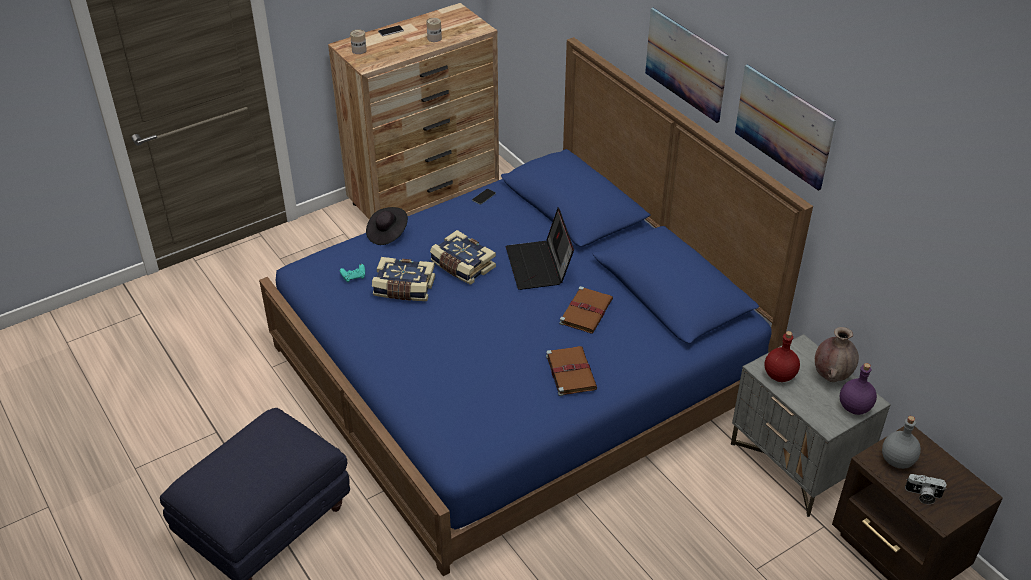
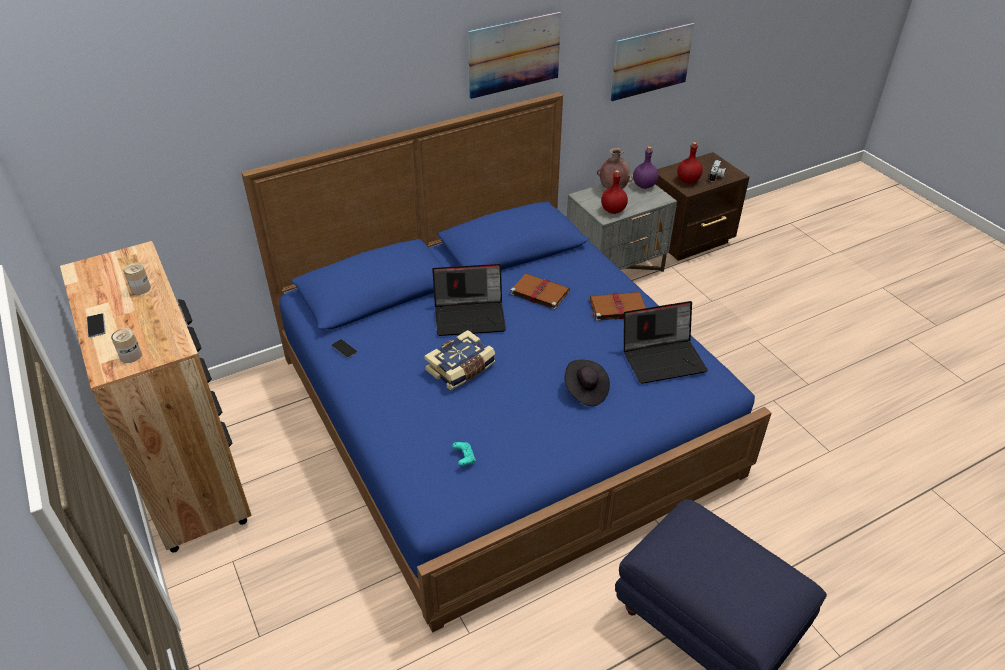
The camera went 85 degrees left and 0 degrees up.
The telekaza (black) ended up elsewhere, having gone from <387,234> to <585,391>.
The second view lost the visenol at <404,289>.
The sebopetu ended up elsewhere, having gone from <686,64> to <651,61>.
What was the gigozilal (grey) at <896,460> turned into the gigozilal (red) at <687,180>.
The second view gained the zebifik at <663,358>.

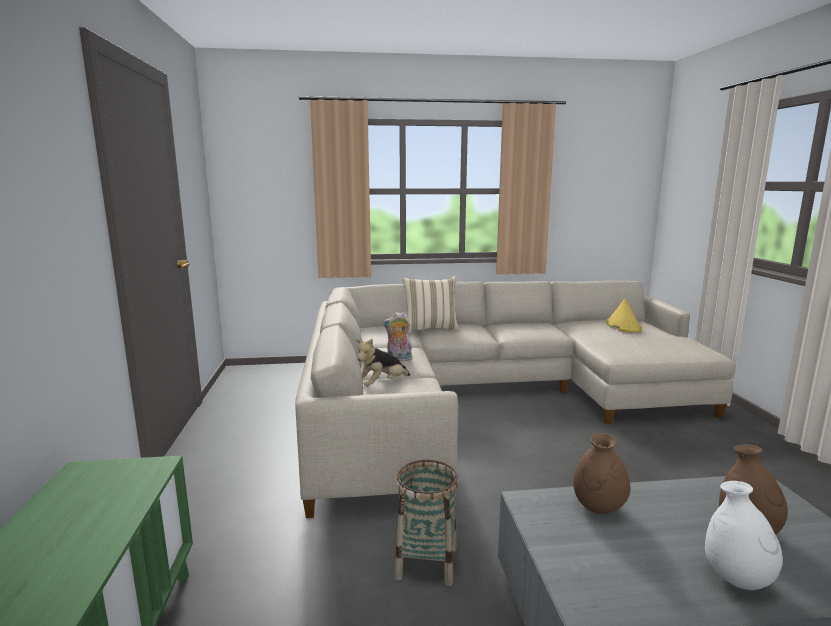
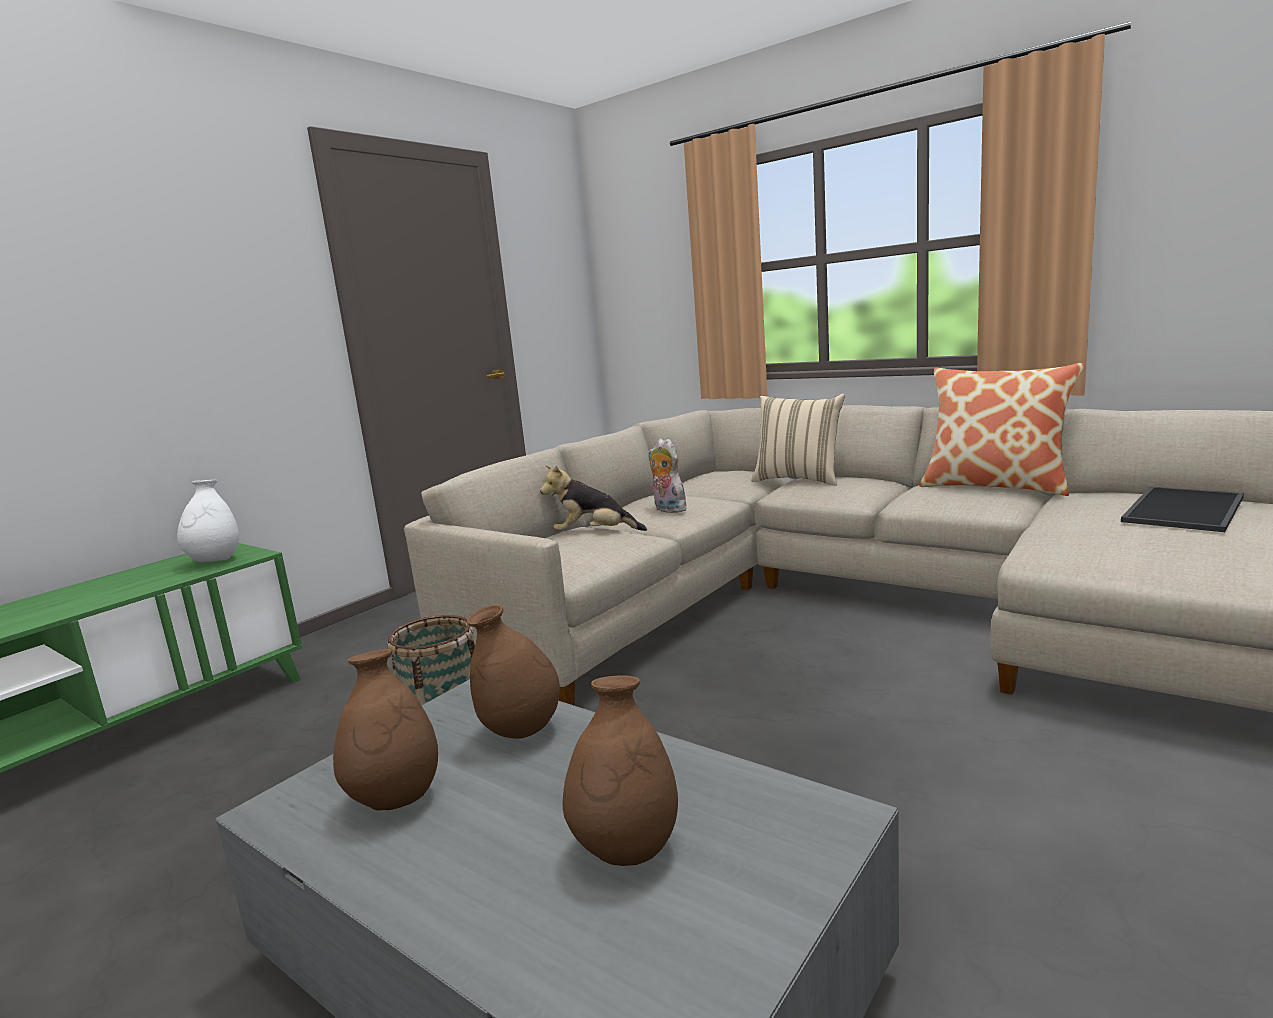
The camera went 45 degrees right and 0 degrees up.
Where the telekaza (yellow) stood at <622,326>, the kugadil came to stand at <1181,509>.
The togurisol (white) ended up elsewhere, having gone from <737,580> to <215,561>.
The second view gained the togurisol (brown) at <395,799>.
The second view gained the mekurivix at <995,486>.

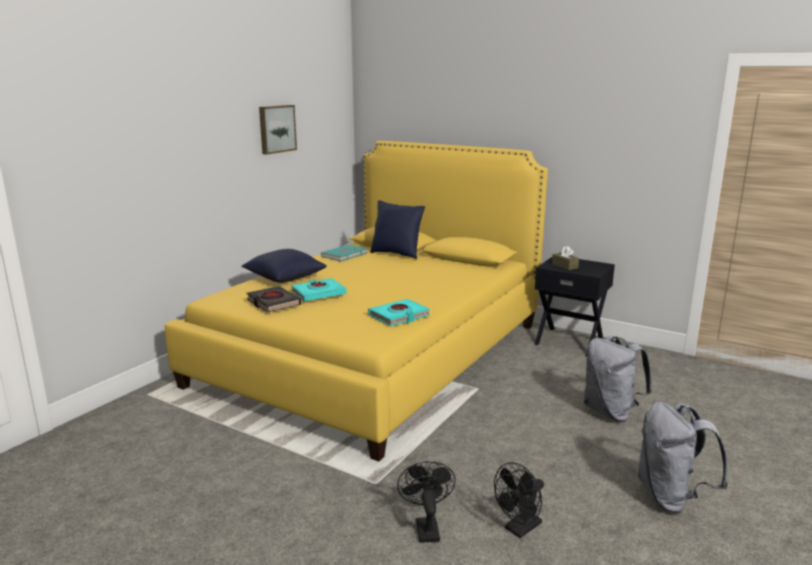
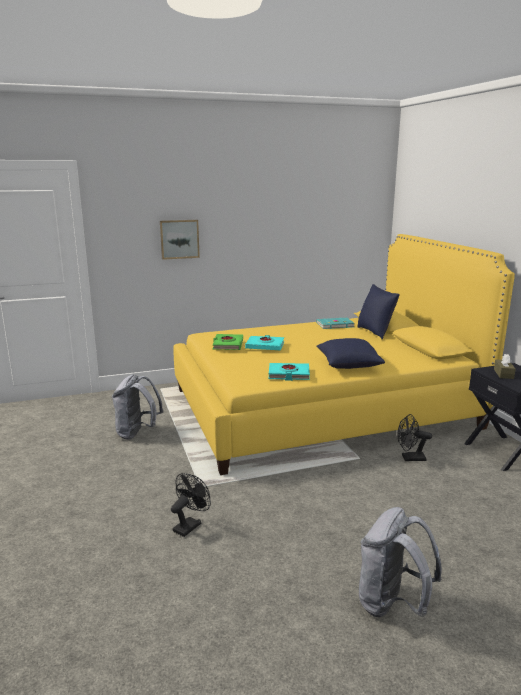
The camera went 40 degrees right and 0 degrees up.
The mekurivix (blue) ended up elsewhere, having gone from <284,278> to <348,365>.
What was the visenol (black) at <273,303> turned into the visenol (green) at <228,345>.
The sebopetu ended up elsewhere, having gone from <276,129> to <179,239>.
The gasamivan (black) ended up elsewhere, having gone from <519,529> to <410,458>.
The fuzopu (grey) ended up elsewhere, having gone from <611,412> to <137,433>.

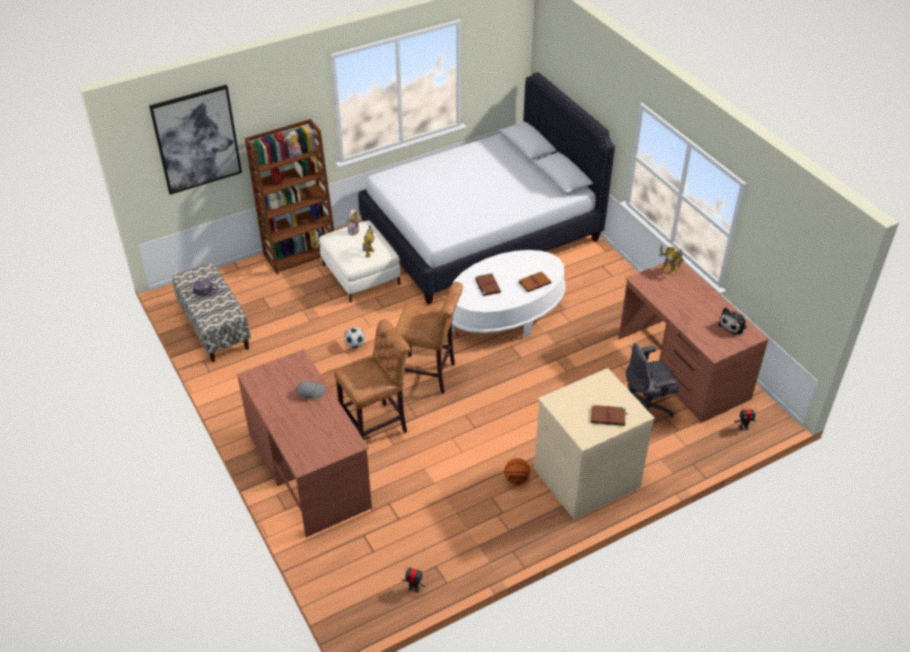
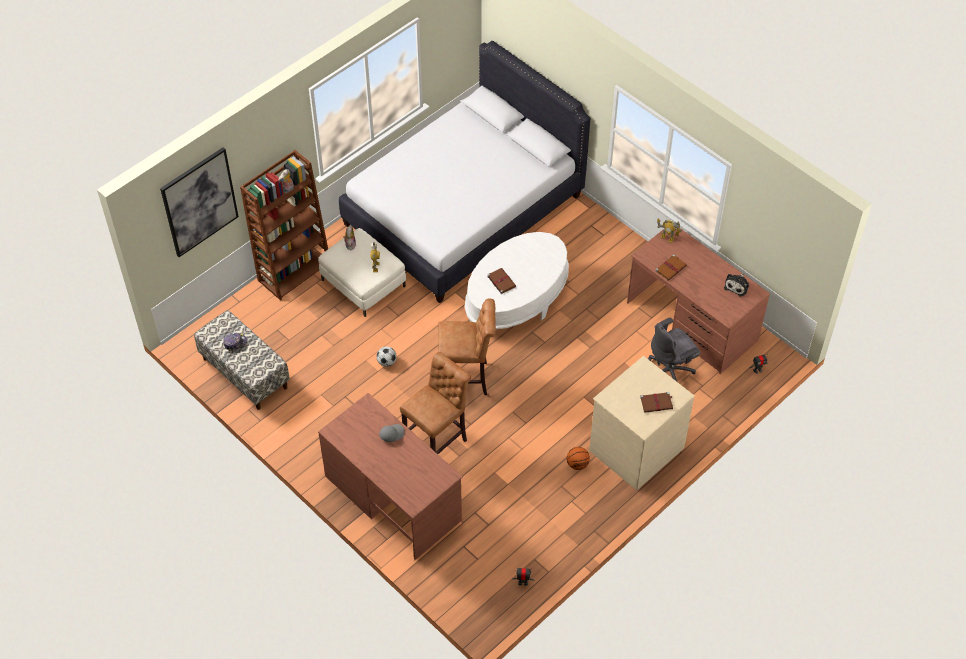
The camera went 15 degrees left and 10 degrees up.
The visenol (brown) ended up elsewhere, having gone from <535,282> to <671,268>.

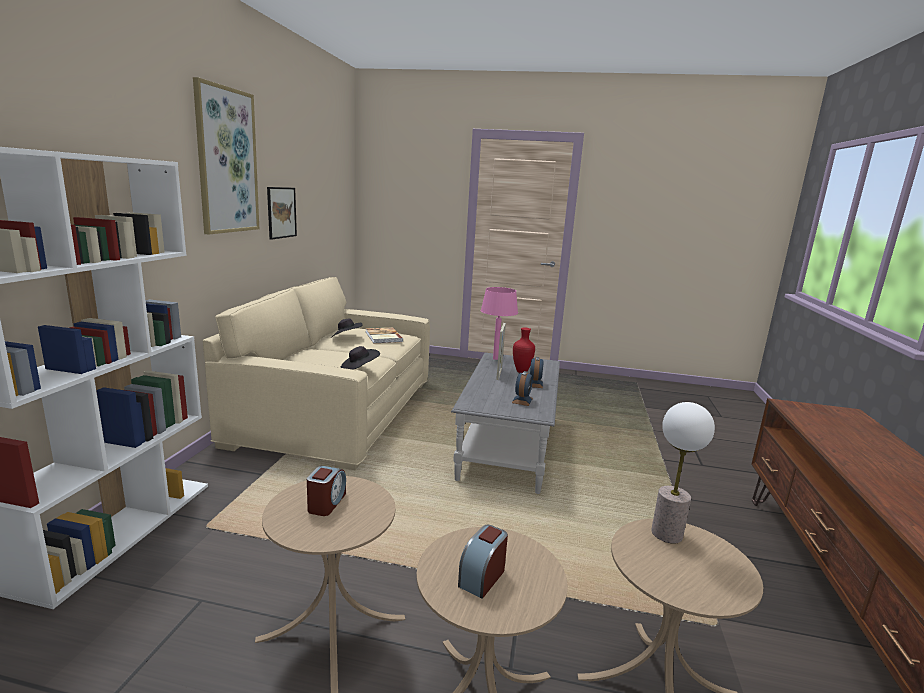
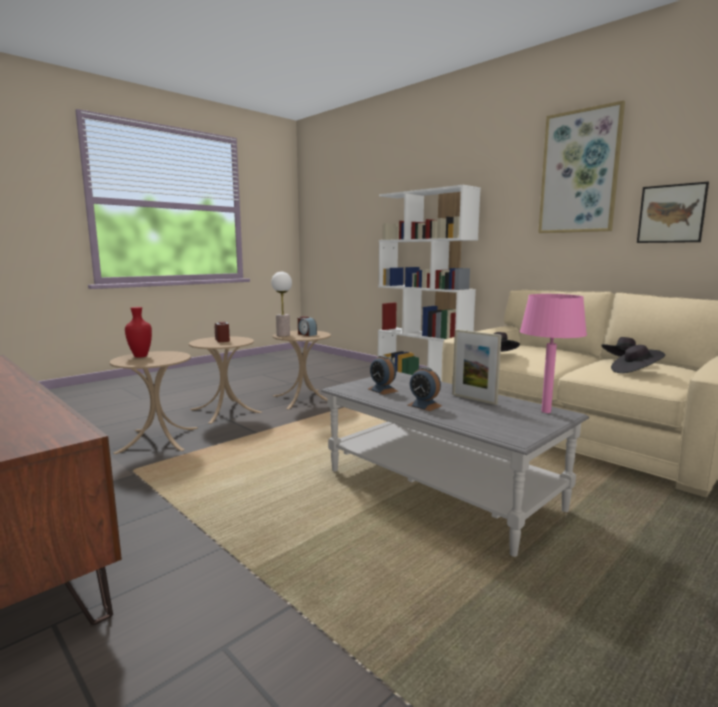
The camera went 125 degrees right and 5 degrees down.
Where the visenol stood at <382,337>, the telekaza (black) came to stand at <635,372>.
The togurisol (red) ended up elsewhere, having gone from <522,372> to <140,356>.
The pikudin ended up elsewhere, having gone from <666,534> to <283,335>.

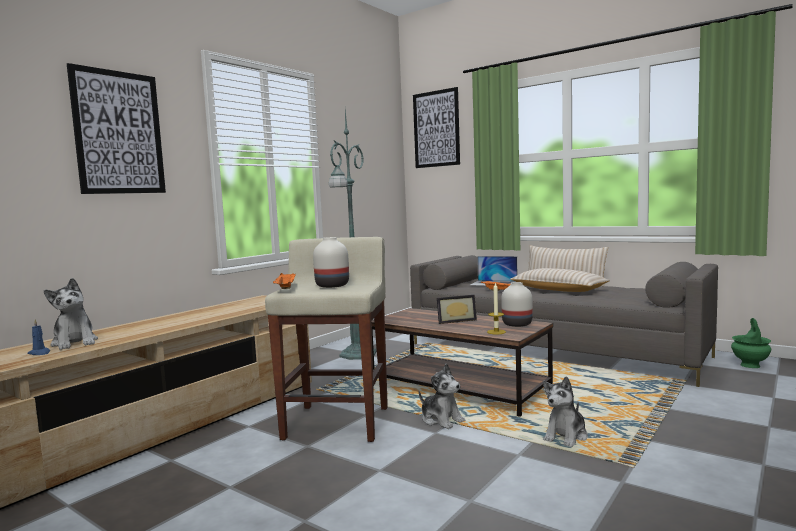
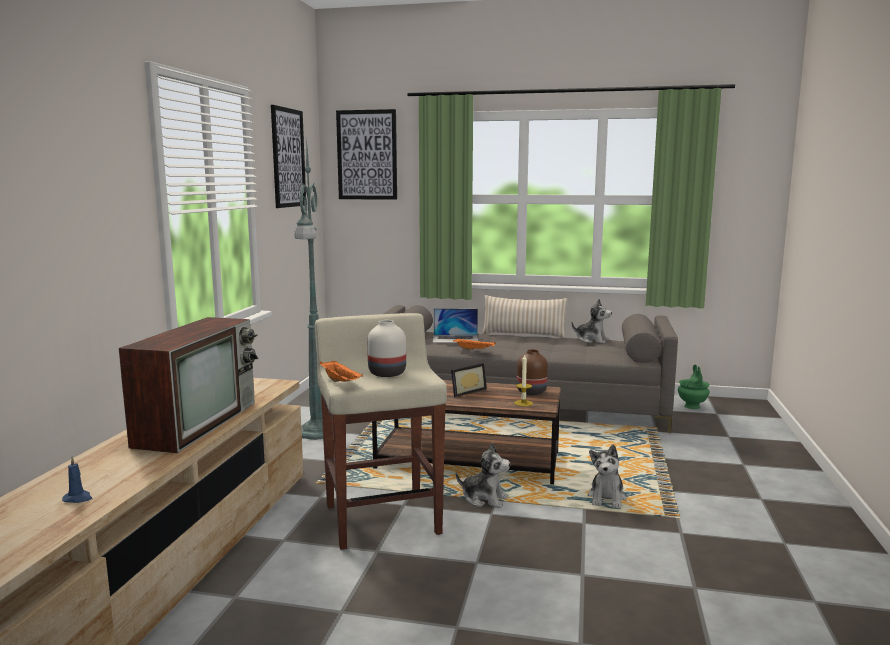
The camera went 25 degrees left and 5 degrees up.
The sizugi ended up elsewhere, having gone from <75,343> to <592,340>.
The sebopetu ended up elsewhere, having gone from <118,133> to <288,158>.
What was the togurisol (white) at <517,324> turned into the togurisol (brown) at <532,392>.
The second view lost the mekurivix (beige) at <558,290>.
The second view gained the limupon at <198,423>.

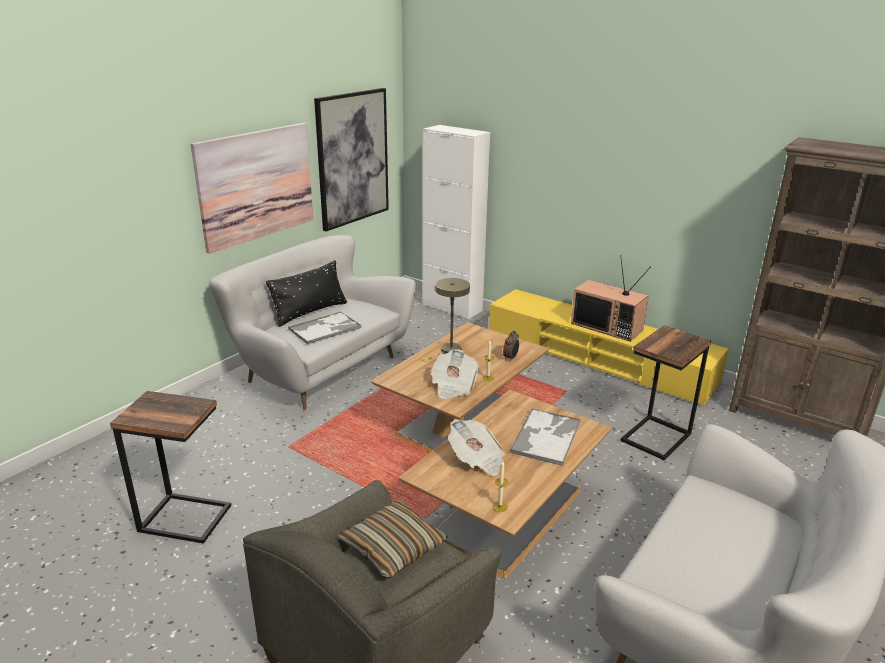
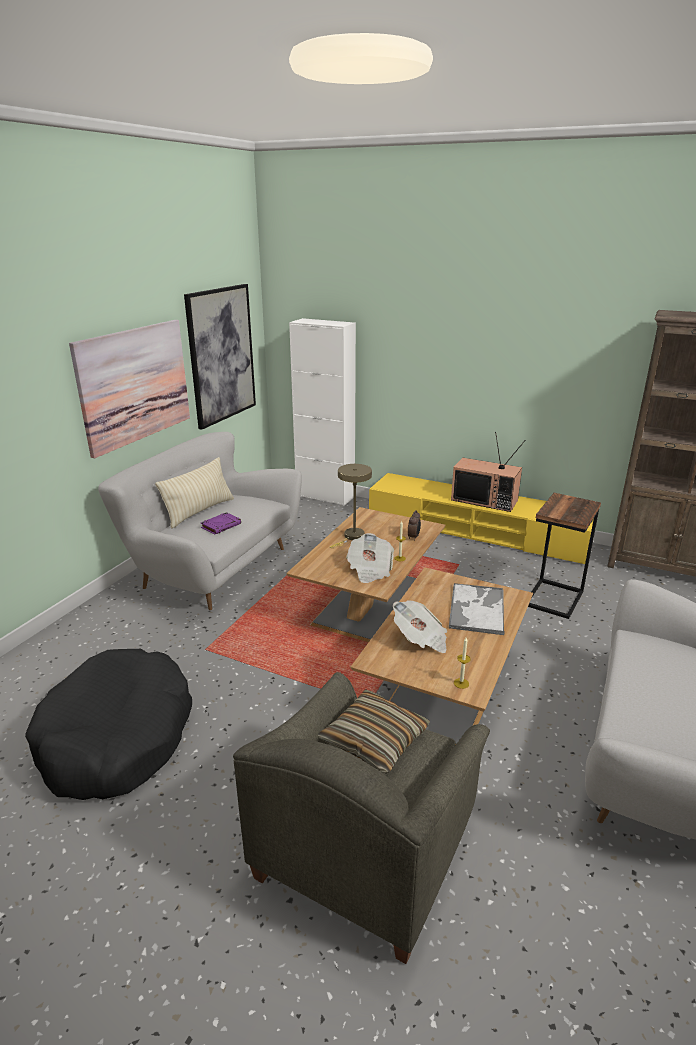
The camera went 10 degrees left and 0 degrees up.
Where the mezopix stood at <185,517>, the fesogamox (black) came to stand at <117,737>.
What was the mekurivix (black) at <310,312> turned into the mekurivix (beige) at <199,511>.
Where the kugadil stood at <325,328>, the visenol (purple) came to stand at <221,526>.

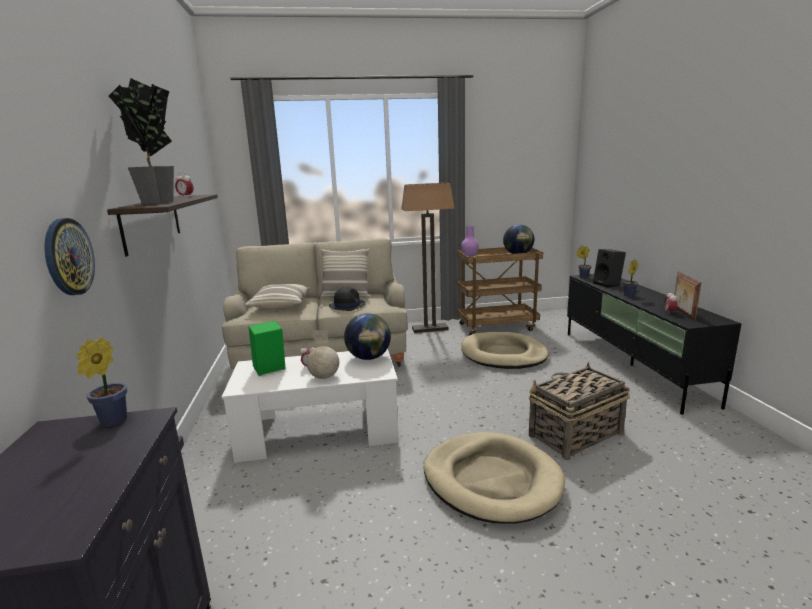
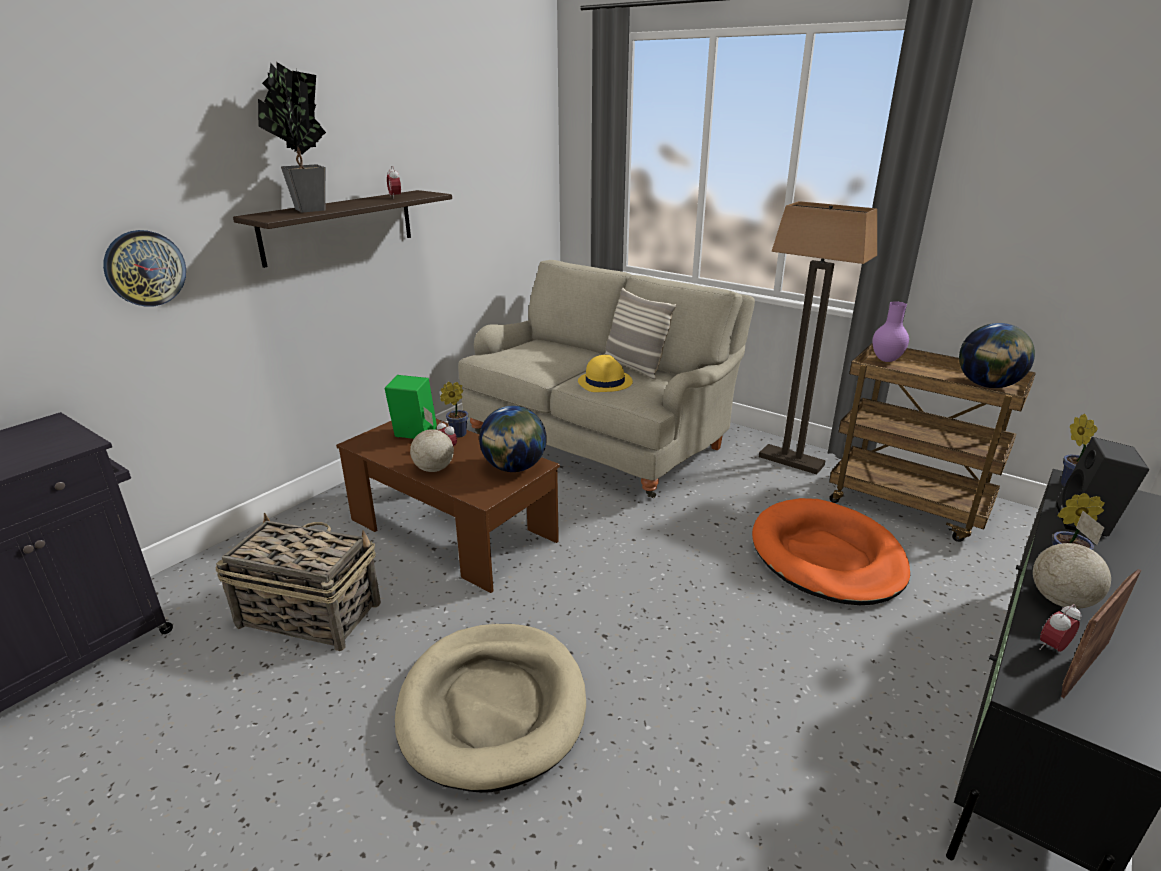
The camera went 45 degrees right and 10 degrees up.
The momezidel ended up elsewhere, having gone from <110,422> to <456,434>.
What was the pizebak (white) at <319,431> turned into the pizebak (brown) at <452,530>.
The second view lost the mekurivix at <280,305>.
What was the telekaza (black) at <347,305> turned into the telekaza (yellow) at <605,382>.
What was the fesogamox (beige) at <503,354> turned into the fesogamox (orange) at <826,556>.
The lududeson ended up elsewhere, having gone from <574,435> to <308,614>.
The second view gained the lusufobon at <1060,601>.

